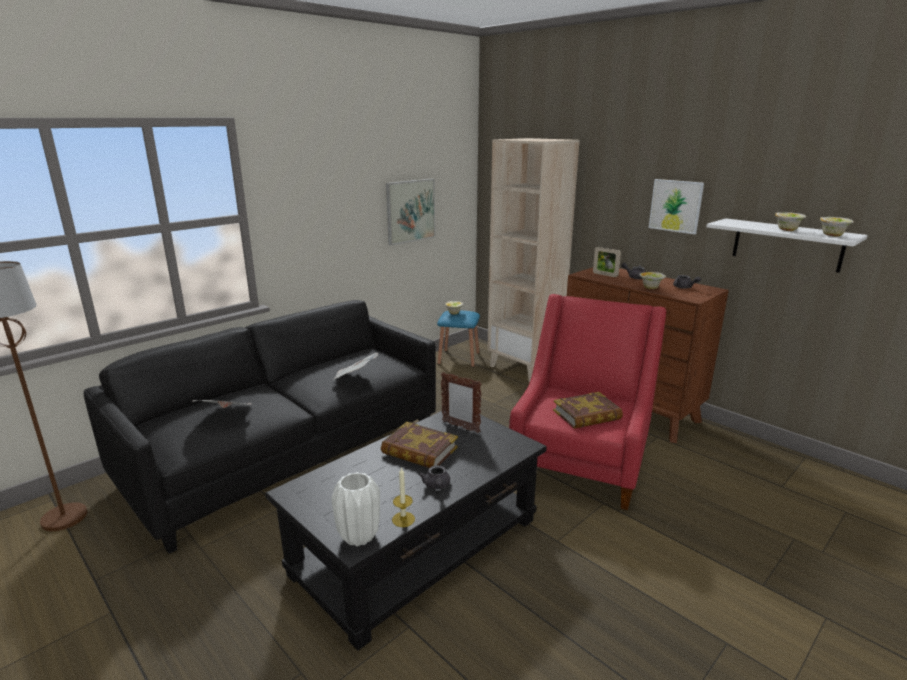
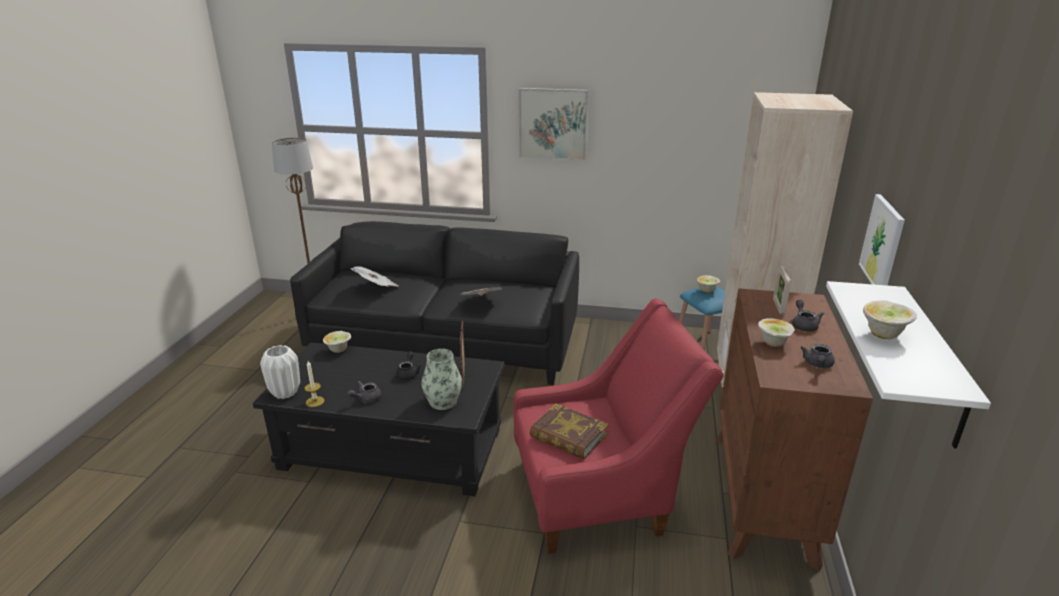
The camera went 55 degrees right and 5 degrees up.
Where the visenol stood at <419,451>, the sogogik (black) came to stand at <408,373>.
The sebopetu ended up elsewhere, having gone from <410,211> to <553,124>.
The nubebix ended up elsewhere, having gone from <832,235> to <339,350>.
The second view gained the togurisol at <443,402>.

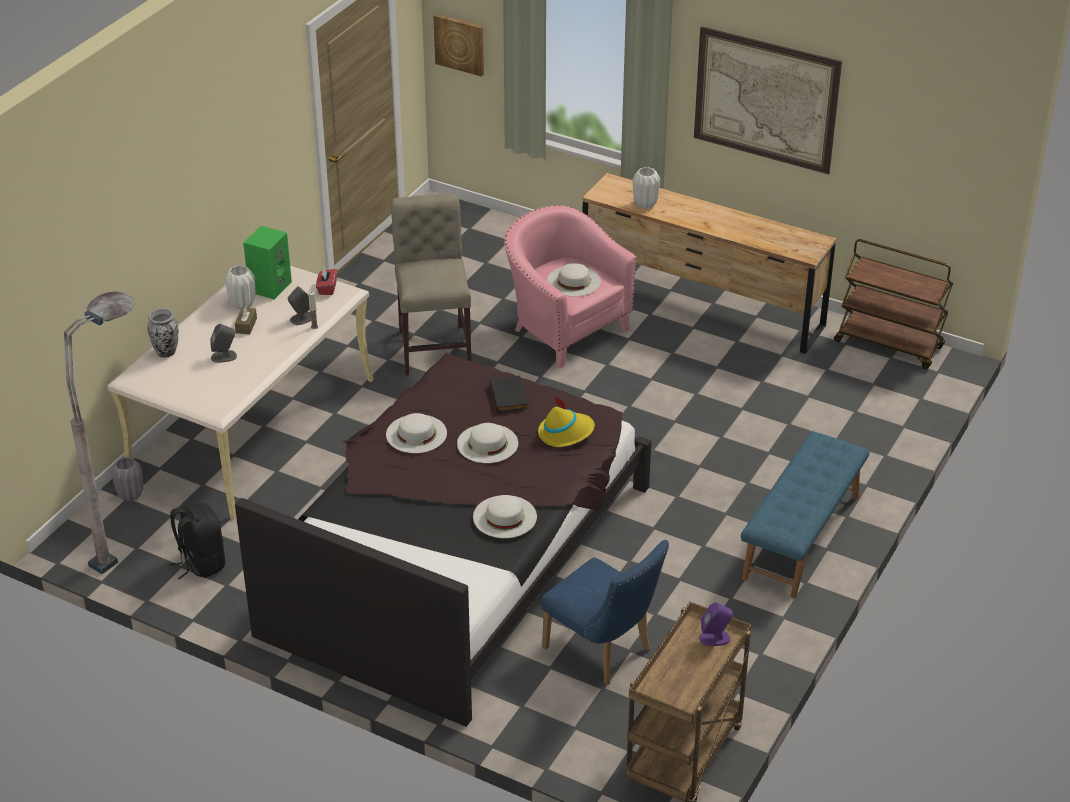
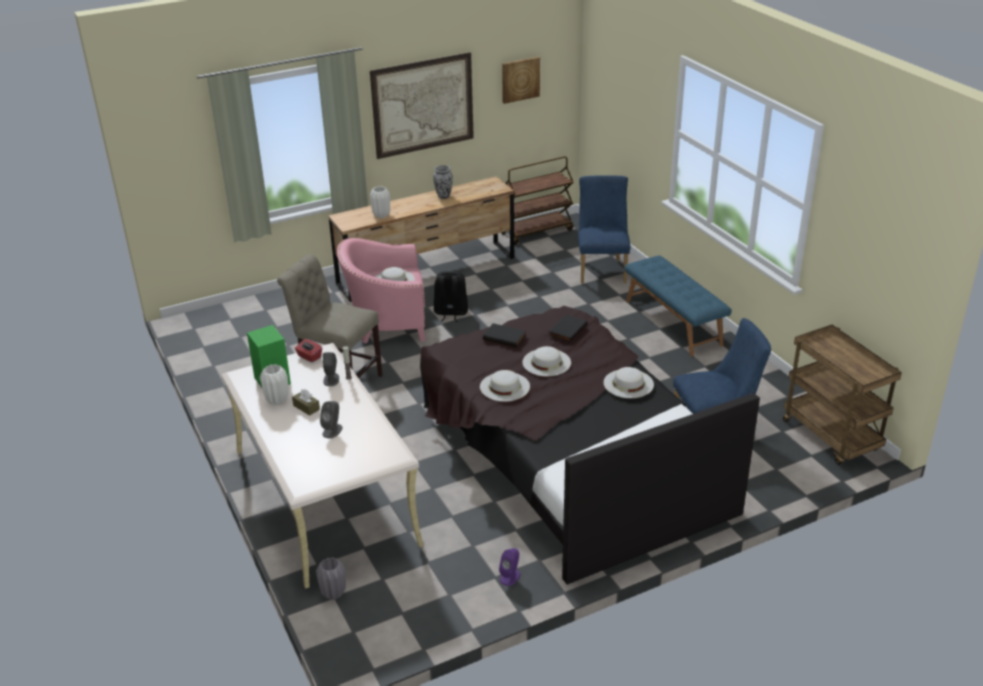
The camera went 55 degrees left and 5 degrees down.
The second view lost the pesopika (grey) at <136,540>.
The togurisol ended up elsewhere, having gone from <166,352> to <444,196>.
The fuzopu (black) ended up elsewhere, having gone from <201,563> to <450,313>.
The sebopetu ended up elsewhere, having gone from <460,44> to <520,79>.
Where the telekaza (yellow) stood at <565,433>, the visenol (black) came to stand at <567,330>.
The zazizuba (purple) ended up elsewhere, having gone from <715,638> to <510,577>.
The second view gained the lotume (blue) at <601,269>.

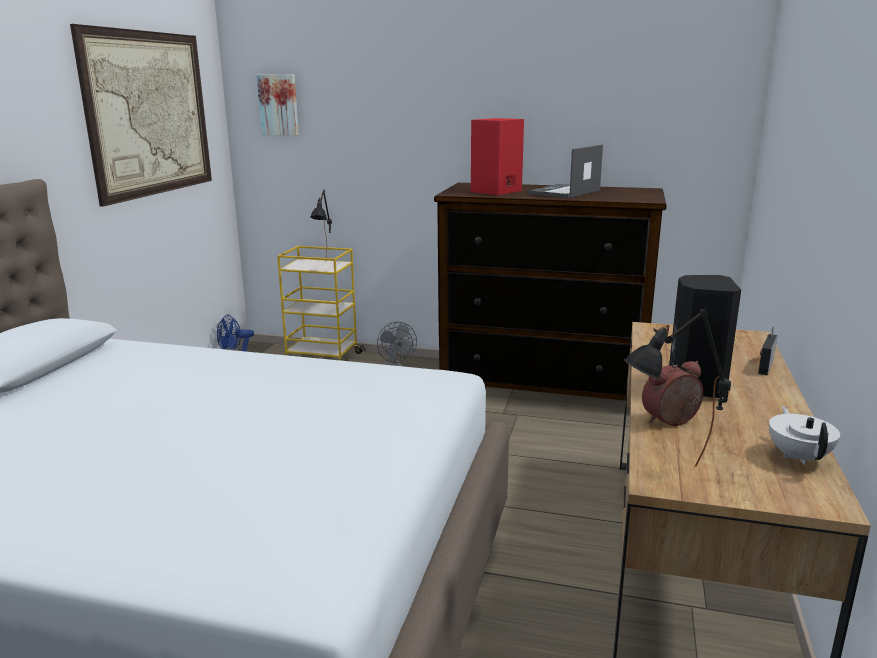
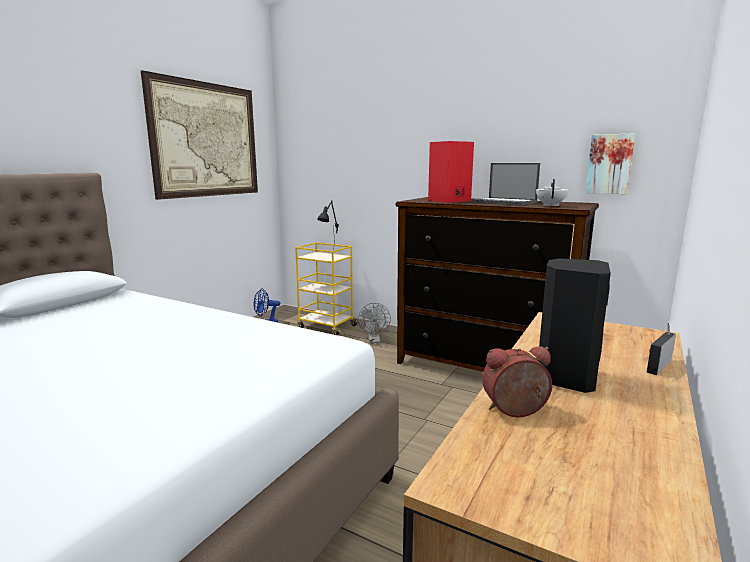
The camera went 15 degrees right and 5 degrees down.
The sebopetu ended up elsewhere, having gone from <279,105> to <609,164>.
The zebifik at <564,192> ended up facing another way, 105 degrees counterclockwise from before.
The second view lost the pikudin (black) at <668,478>.
The sogogik (white) ended up elsewhere, having gone from <798,457> to <550,205>.

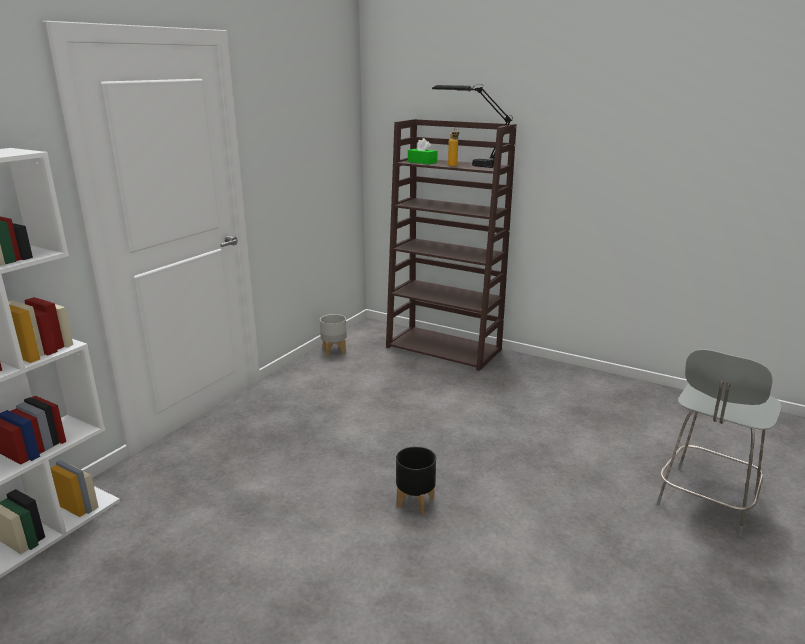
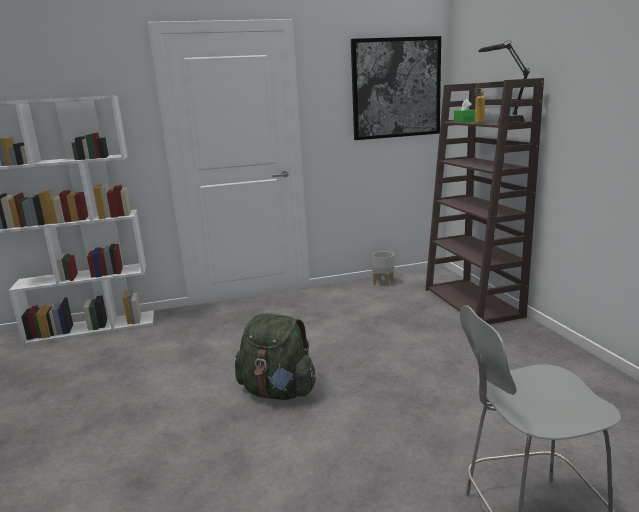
The camera went 45 degrees right and 5 degrees down.
Where the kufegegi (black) stood at <415,502>, the fuzopu (green) came to stand at <278,392>.
The second view gained the sebopetu at <396,88>.

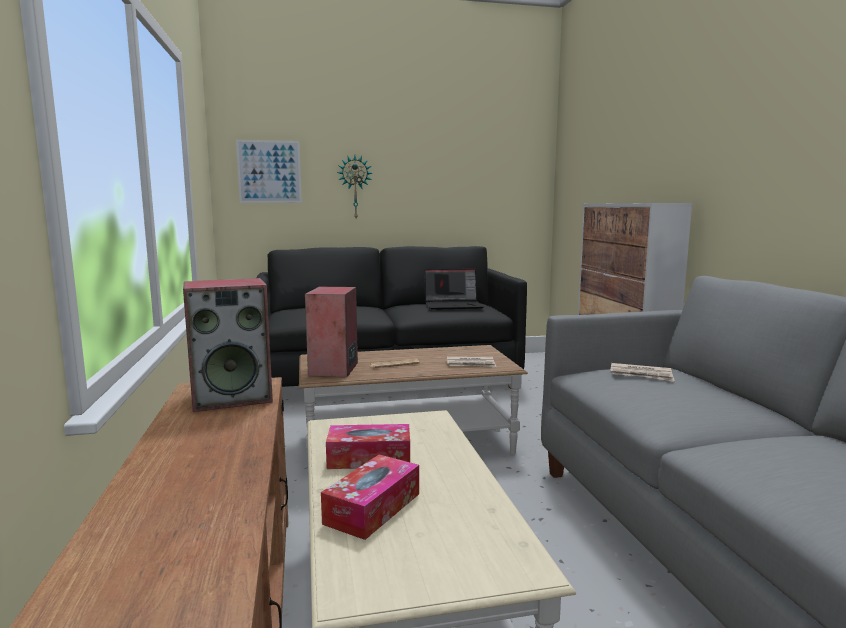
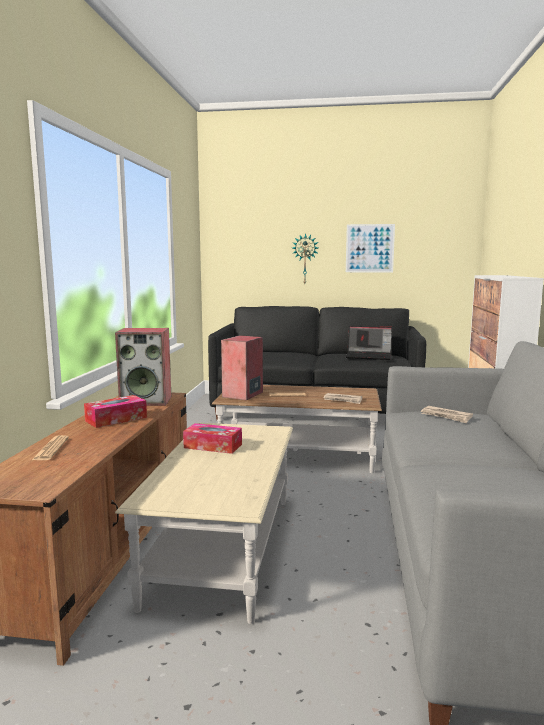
The camera went 20 degrees right and 0 degrees up.
The sebopetu ended up elsewhere, having gone from <269,171> to <369,248>.
The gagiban ended up elsewhere, having gone from <372,508> to <116,419>.
The second view gained the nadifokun at <51,449>.

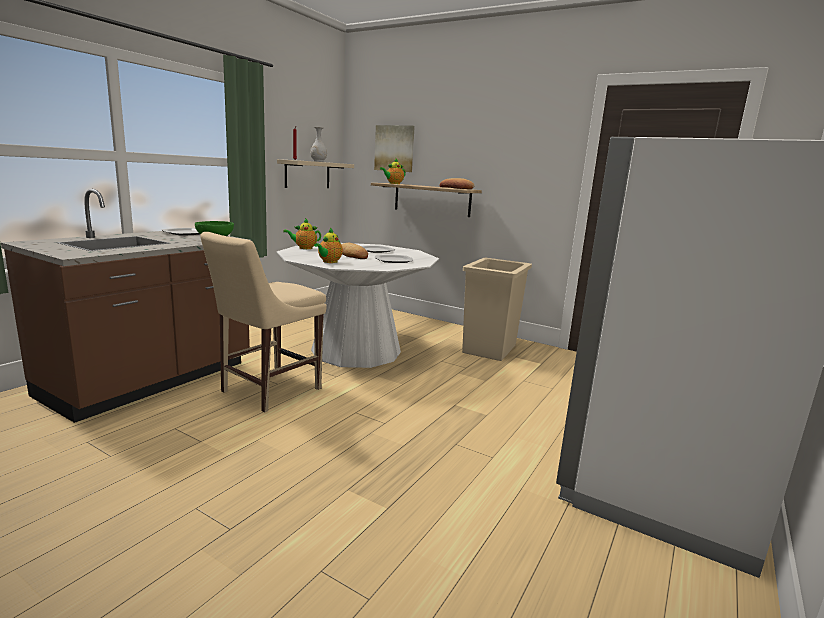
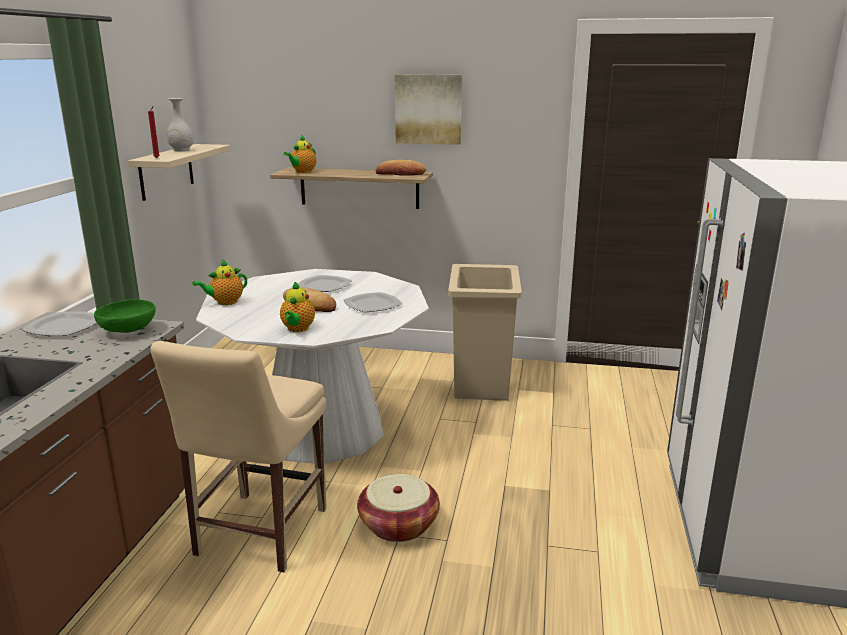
The camera went 20 degrees left and 5 degrees up.
The sebopetu ended up elsewhere, having gone from <394,148> to <428,109>.
The second view gained the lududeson at <399,525>.

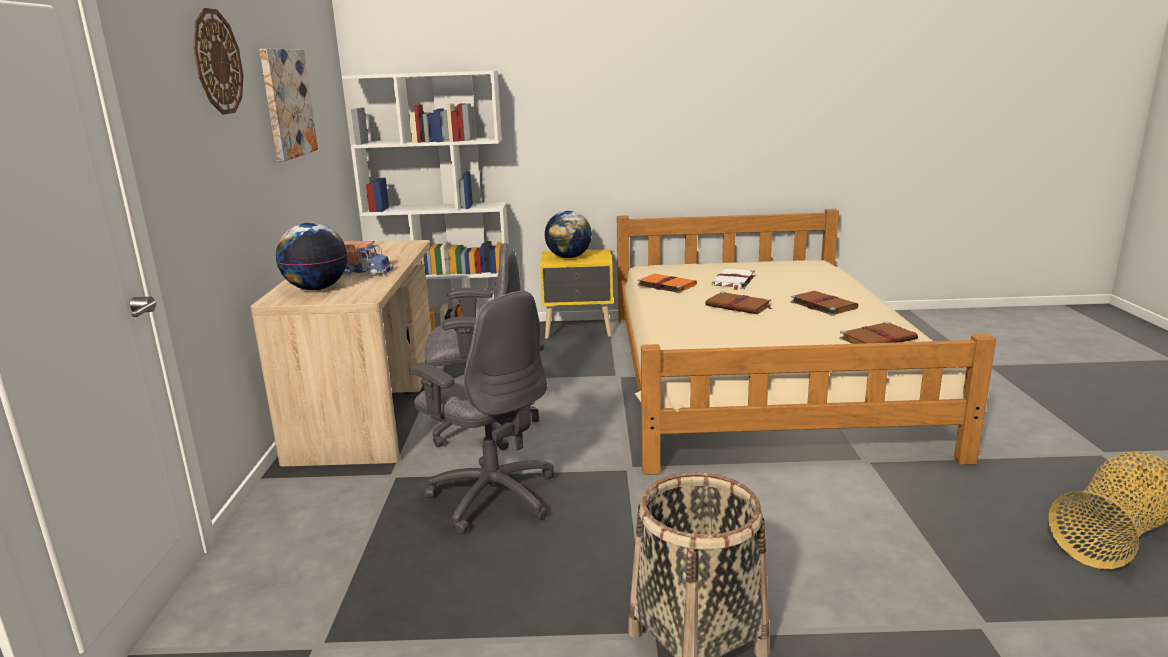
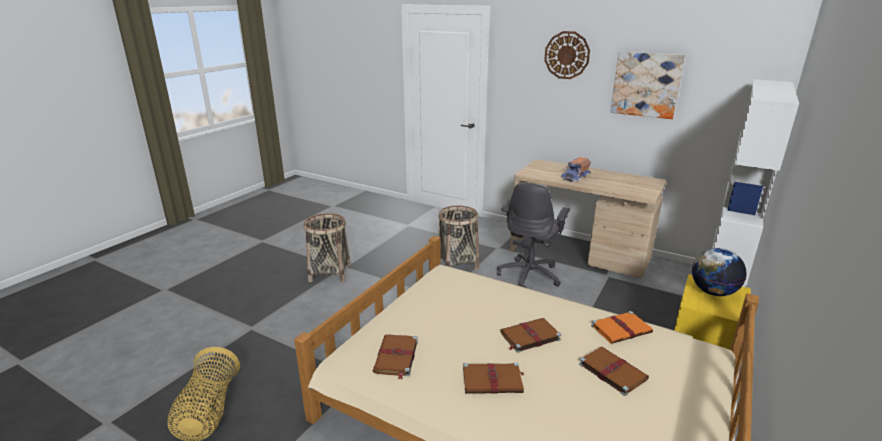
The camera went 120 degrees right and 5 degrees up.
The second view lost the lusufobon at <317,289>.
Where the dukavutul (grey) stood at <493,496>, the lududeson came to stand at <457,263>.
What was the visenol (white) at <733,281> turned into the visenol (brown) at <611,371>.

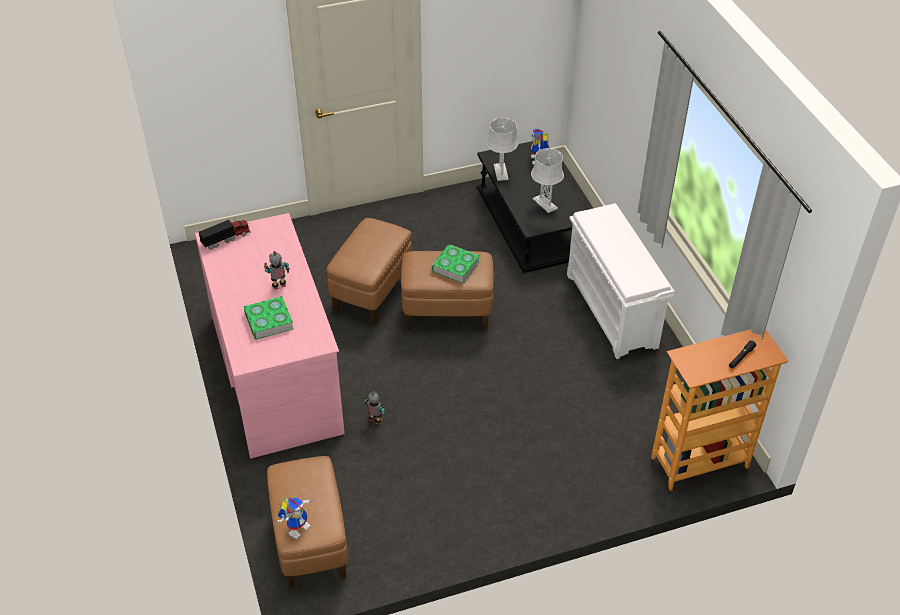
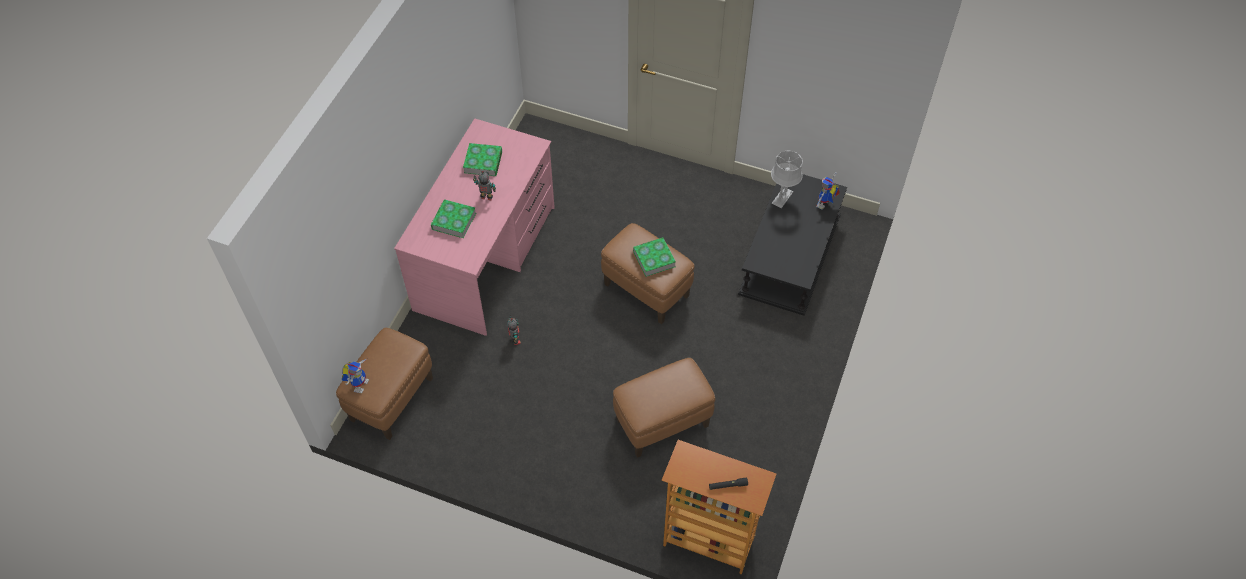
The camera went 40 degrees right and 10 degrees up.
The second view lost the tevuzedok at <226,238>.
The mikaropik at <298,526> ended up facing another way, 60 degrees counterclockwise from before.
The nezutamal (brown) ended up elsewhere, having gone from <372,293> to <662,423>.
The second view lost the pikudin (grey) at <545,204>.
The second view lost the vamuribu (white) at <612,311>.
The second view gained the visenol at <483,162>.

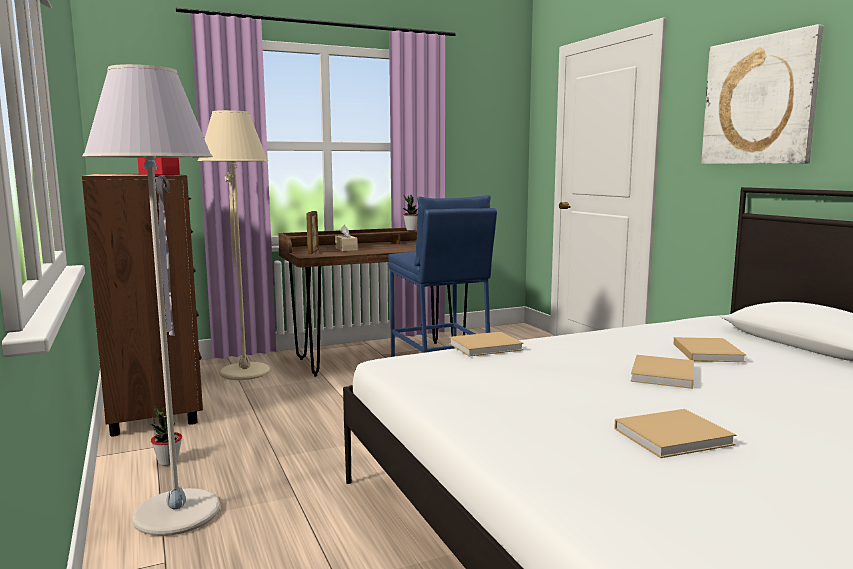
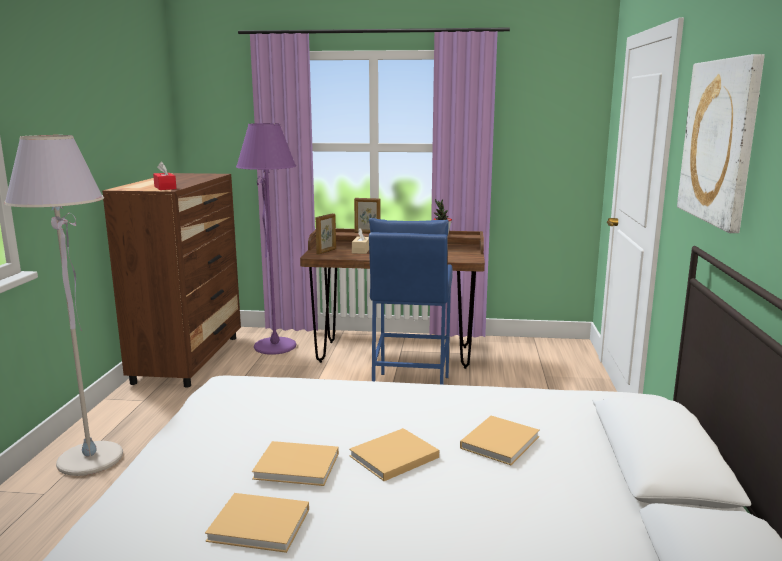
The camera went 30 degrees right and 5 degrees up.
The second view lost the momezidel at <168,461>.
What was the pesopika (beige) at <245,373> turned into the pesopika (purple) at <275,347>.
The visenol (beige) ended up elsewhere, having gone from <487,346> to <299,466>.
The second view gained the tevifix at <367,233>.

